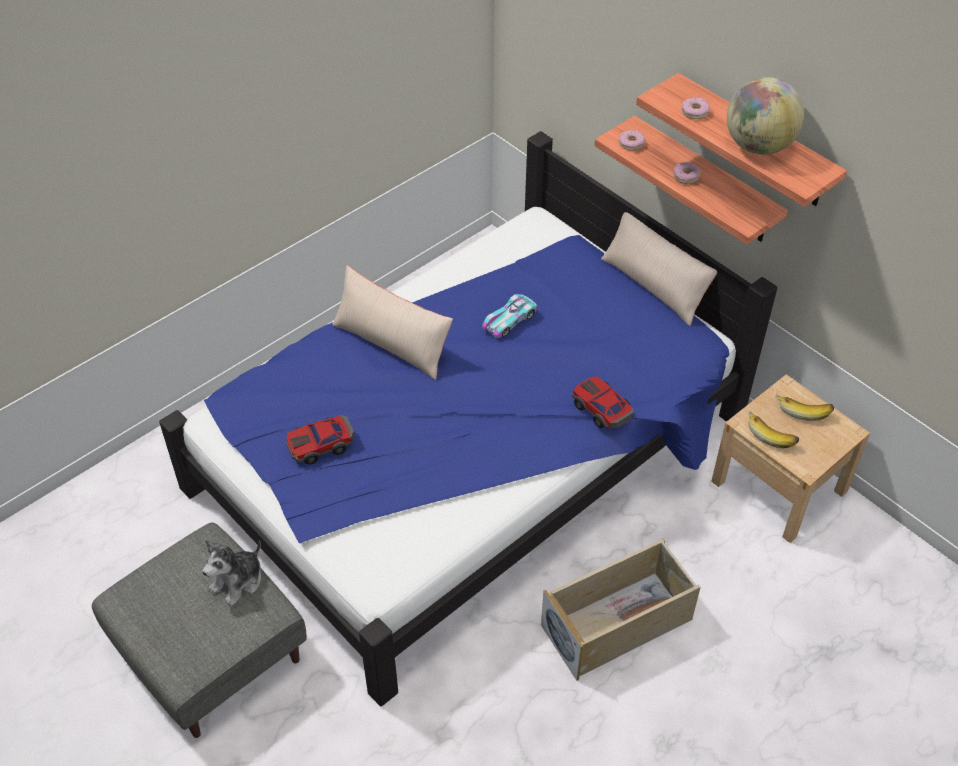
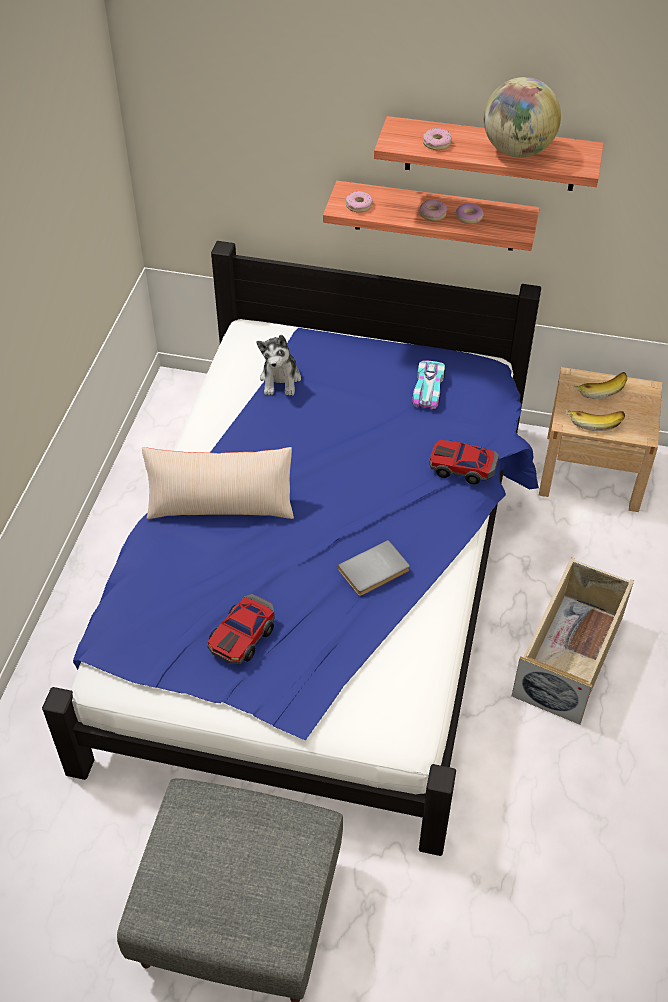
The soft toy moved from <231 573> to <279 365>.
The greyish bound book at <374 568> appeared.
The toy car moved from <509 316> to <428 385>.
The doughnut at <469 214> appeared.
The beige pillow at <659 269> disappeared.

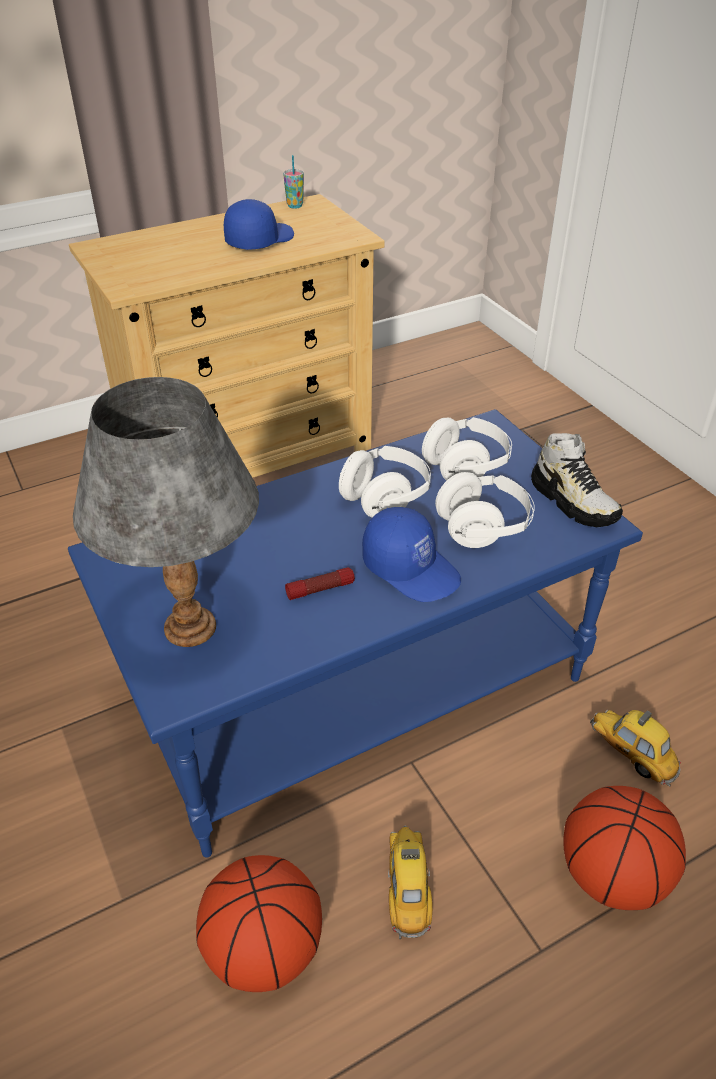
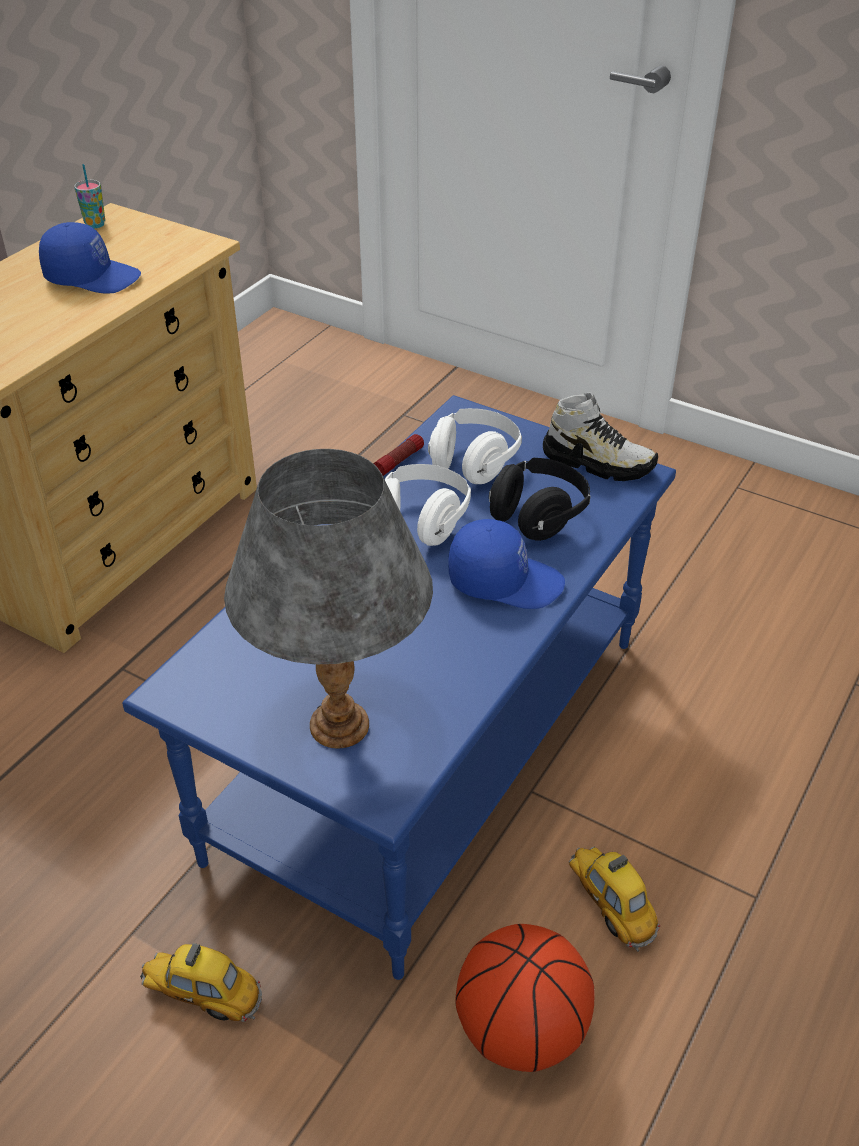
The blue-coloured peaked cap at <259 224> turned 90 degrees clockwise.
The toy car moved from <635 748> to <201 982>.
The hand torch moved from <320 583> to <399 455>.
The whitish headphones at <485 510> became the black-coloured headphones at <539 499>.
The ball for basketball at <624 848> disappeared.

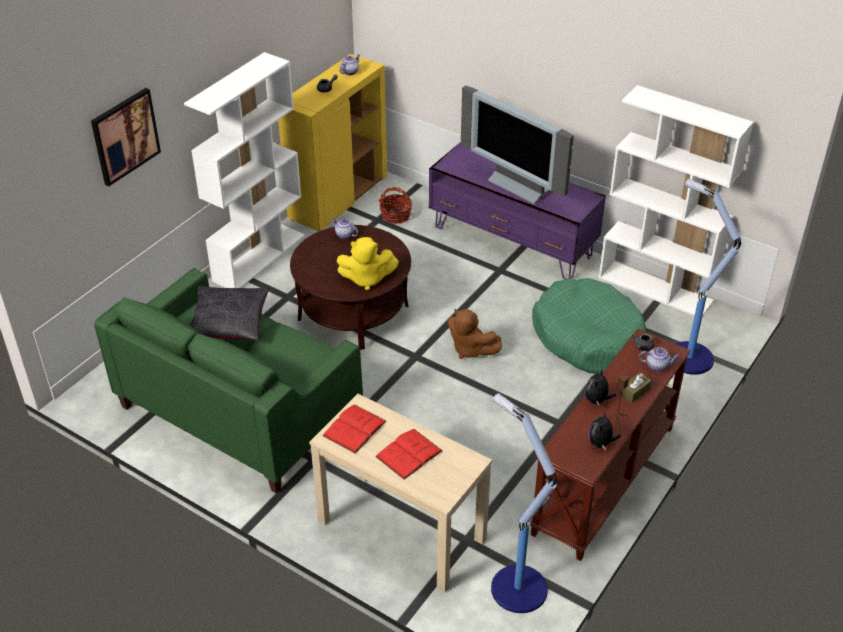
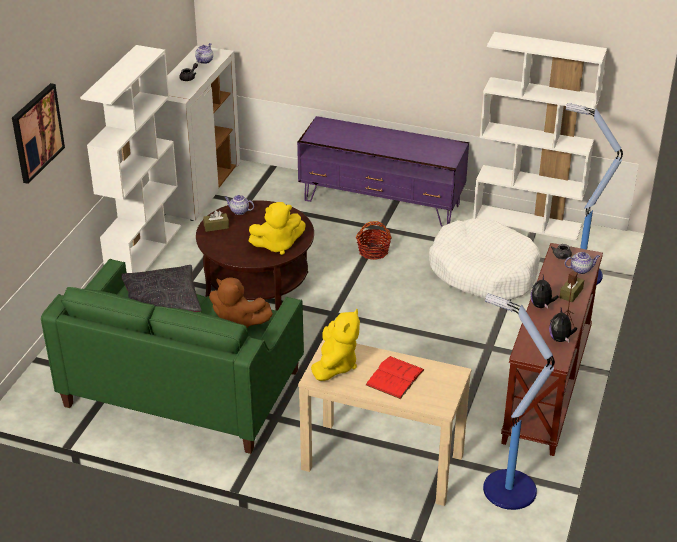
The yellow-coloured cupboard at <332 143> became the whitish cupboard at <197 133>.
The brown-coloured tissue holder at <216 221> appeared.
The brown-coloured soft toy moved from <475 334> to <241 302>.
The reddish bound book at <355 428> was replaced by the yellow-coloured soft toy at <335 345>.
The basket moved from <395 205> to <374 240>.
The green dog cushion at <589 326> became the whitish dog cushion at <485 259>.
The TV set at <517 144> disappeared.

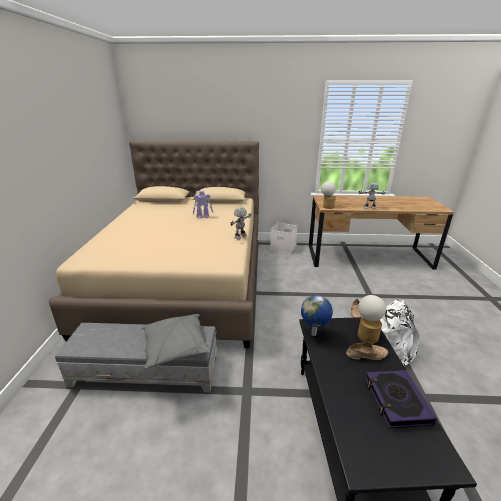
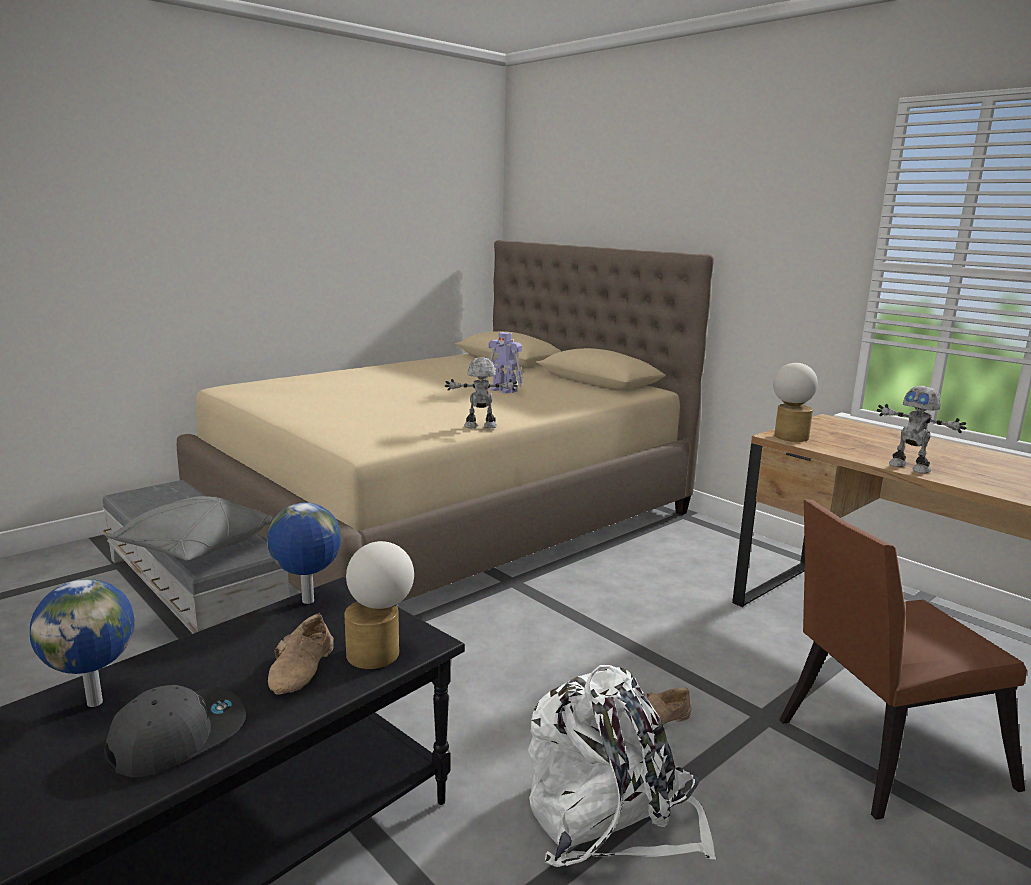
The world globe at <82 643> appeared.
The bound book at <401 399> was replaced by the greyish peaked cap at <175 731>.
The beige low shoe at <367 351> turned 60 degrees clockwise.
The brown-coloured upright chair at <903 659> appeared.
The whitish storage box at <284 238> disappeared.

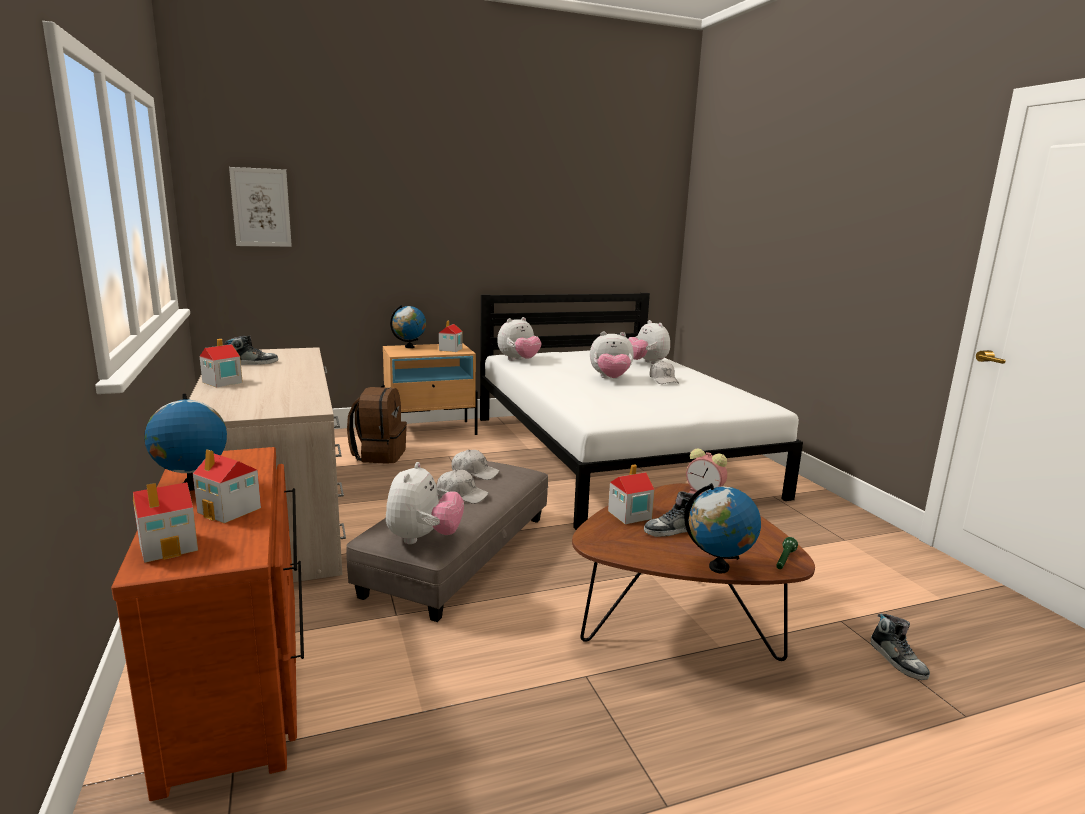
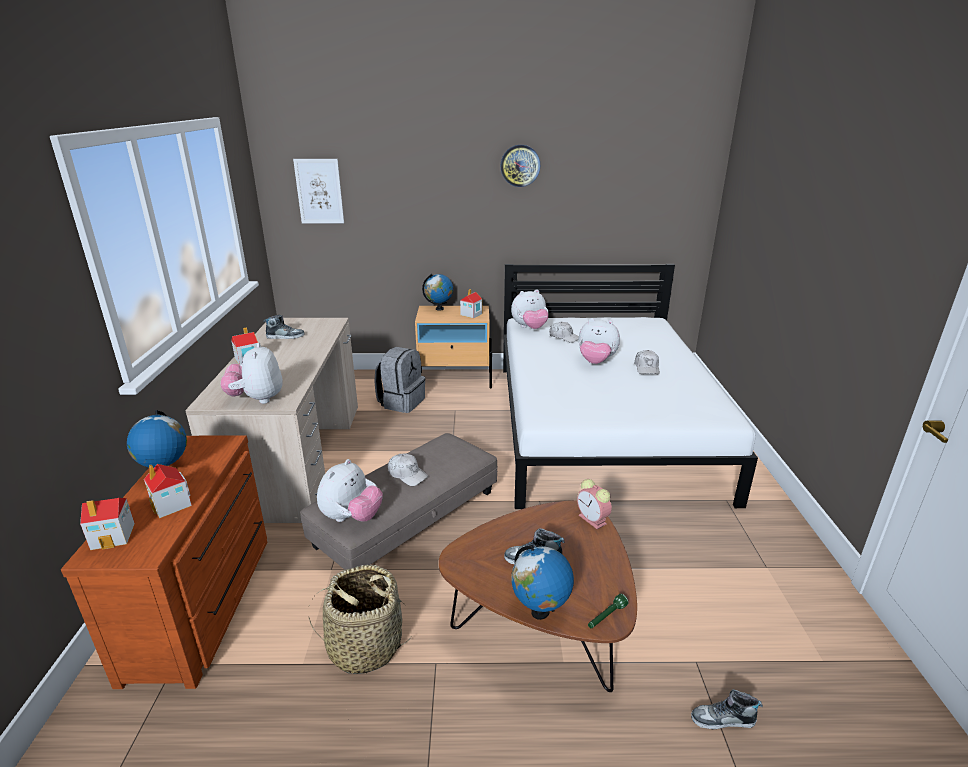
The soft toy moved from <649 342> to <251 373>.
The basket at <360 619> appeared.
The brown-coloured backpack at <377 425> became the greyish backpack at <399 380>.
The wall clock at <520 166> appeared.
The whitish peaked cap moved from <475 465> to <564 332>.
The low shoe at <900 646> turned 90 degrees clockwise.
The model house at <631 494> disappeared.

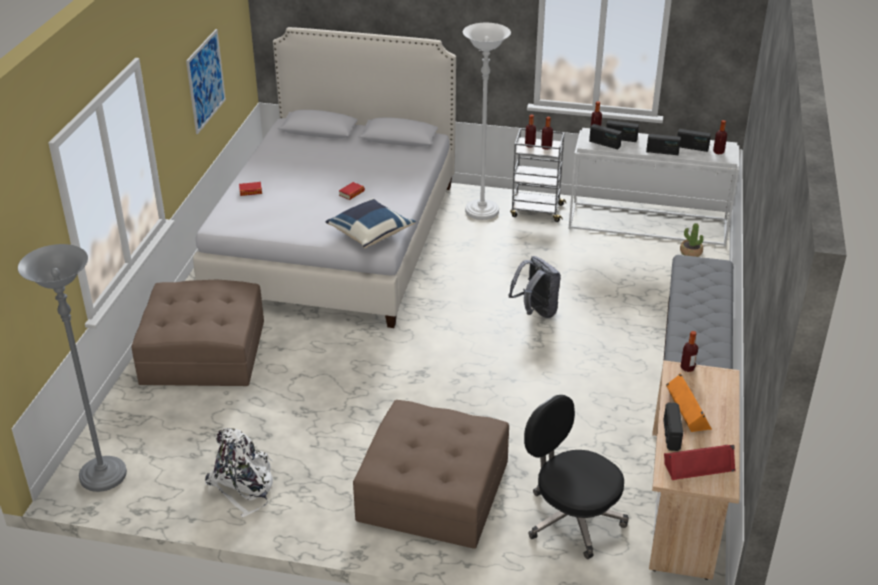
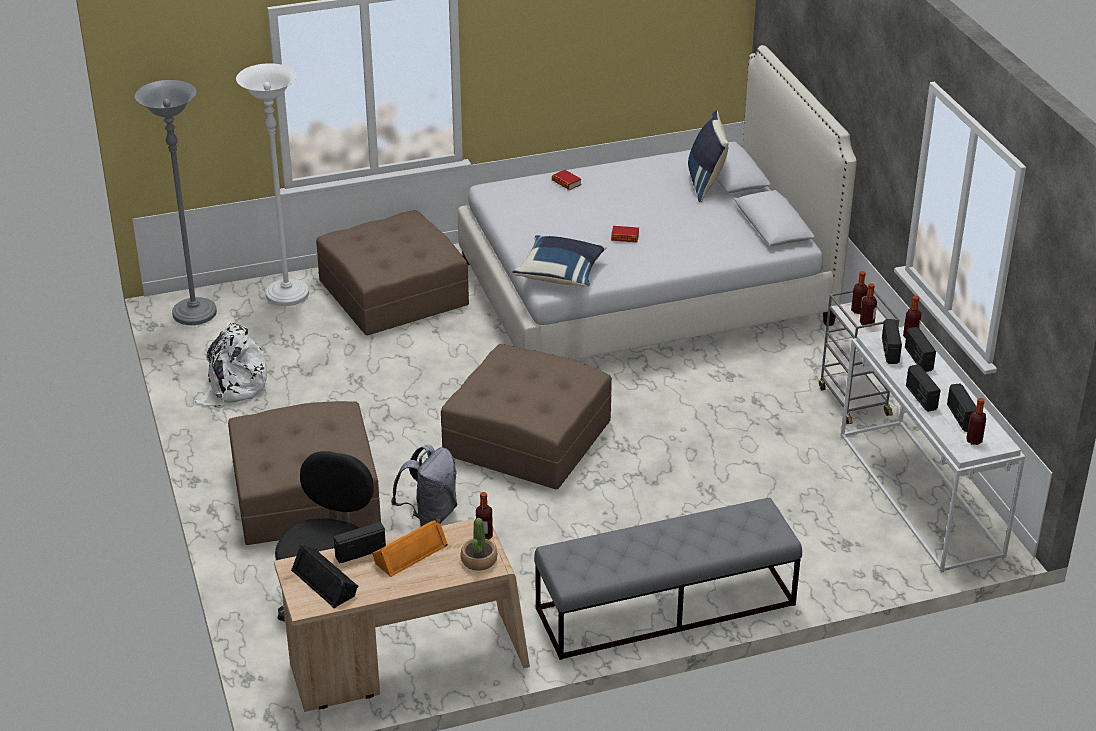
The whitish standing lamp moved from <487 121> to <272 184>.
The reddish loudspeaker at <699 462> became the black-coloured loudspeaker at <324 576>.
The greyish backpack moved from <534 287> to <424 485>.
The brown-coloured footrest at <526 416> appeared.
The houseplant moved from <691 240> to <478 544>.
The blue-coloured pillow at <708 156> appeared.
The wall picture at <206 81> disappeared.

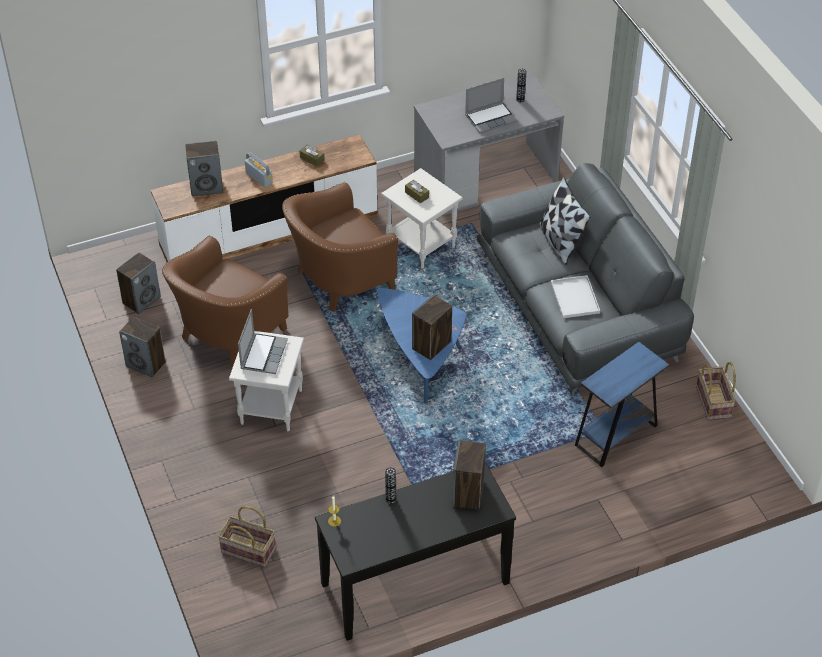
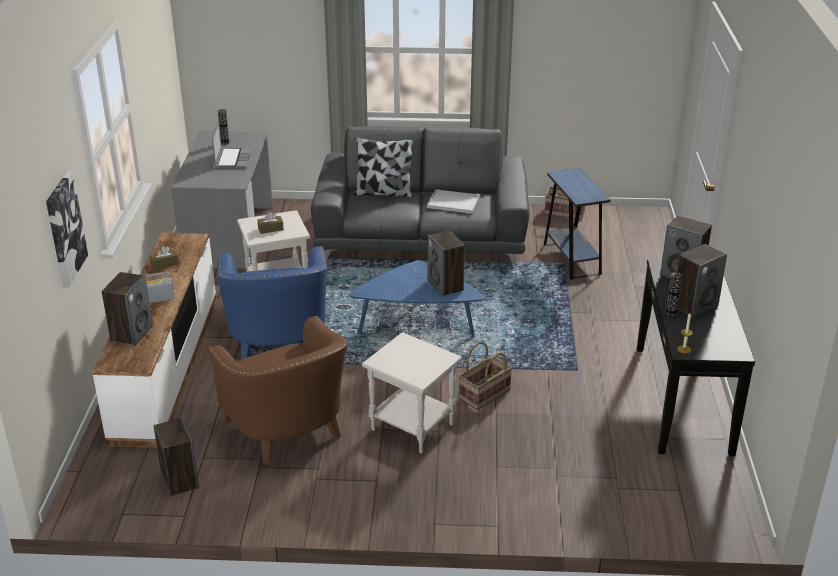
The wall picture at <67 230> appeared.
The brown-coloured easy chair at <340 247> became the blue-coloured easy chair at <271 302>.
The basket moved from <247 537> to <485 376>.
The loudspeaker moved from <142 347> to <702 281>.
The notebook computer at <263 341> disappeared.

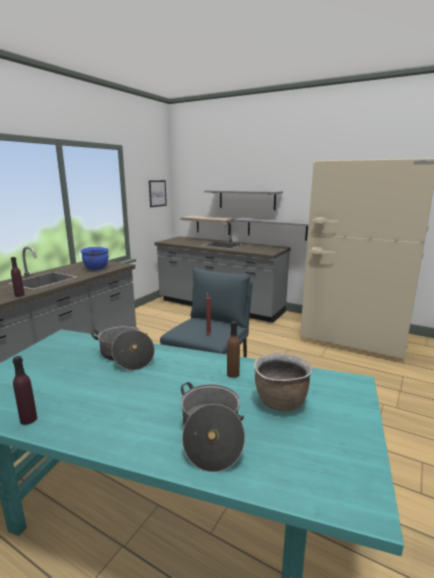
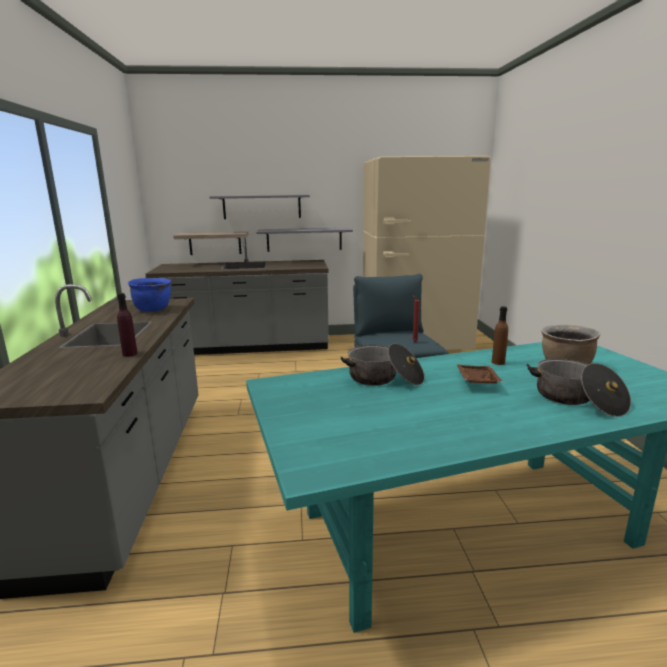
The brown-coloured carrying tray at <480 374> appeared.
The purple-coloured bottle at <25 390> disappeared.
The wall picture at <158 193> disappeared.

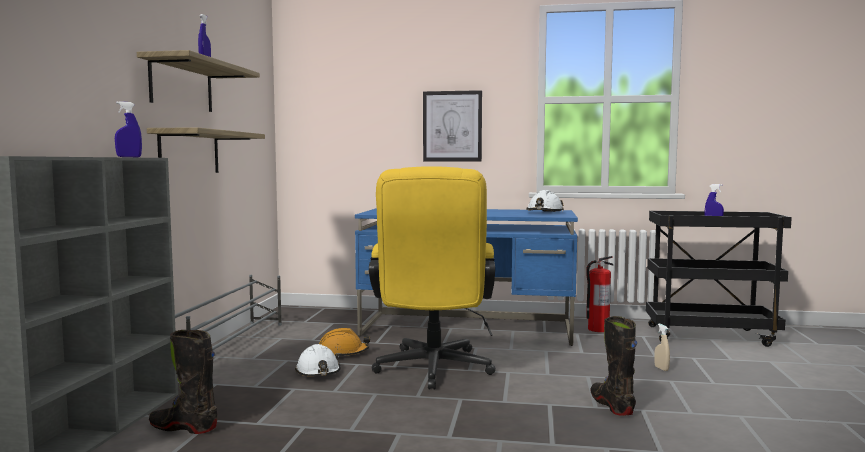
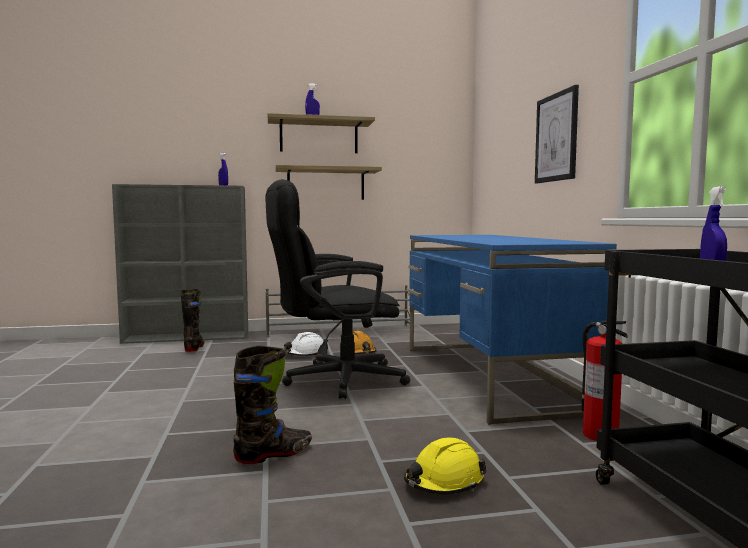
The yellow-coloured desk chair at <432 278> became the black-coloured desk chair at <338 289>.
The beige spray bottle at <662 347> was replaced by the yellow-coloured safety helmet at <445 466>.
The whitish safety helmet at <545 201> disappeared.

